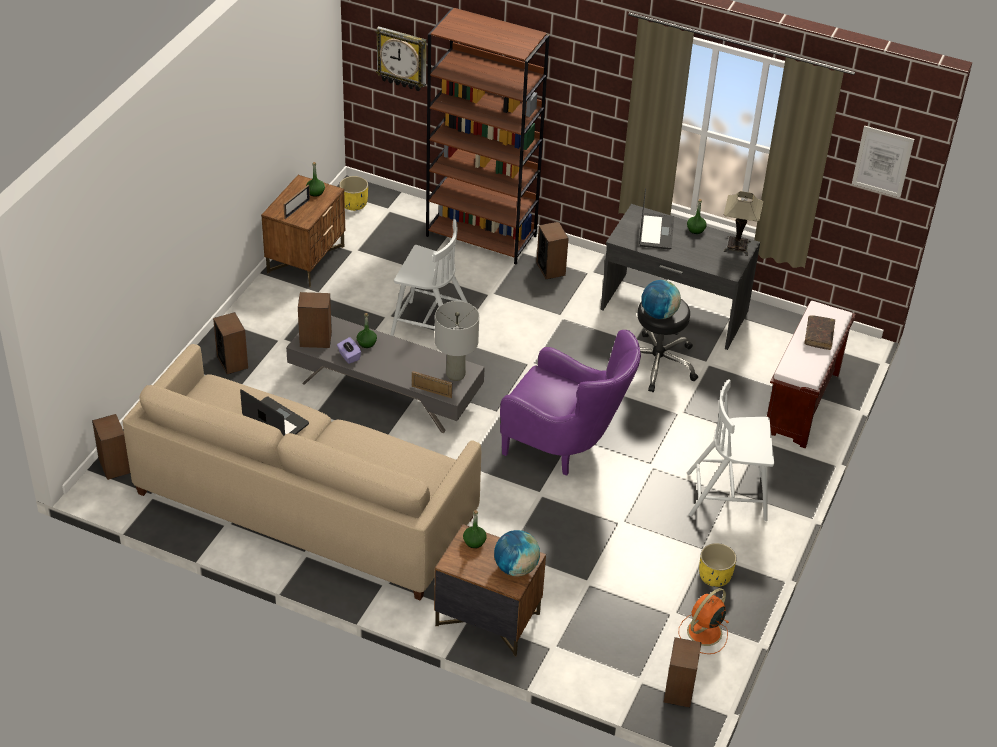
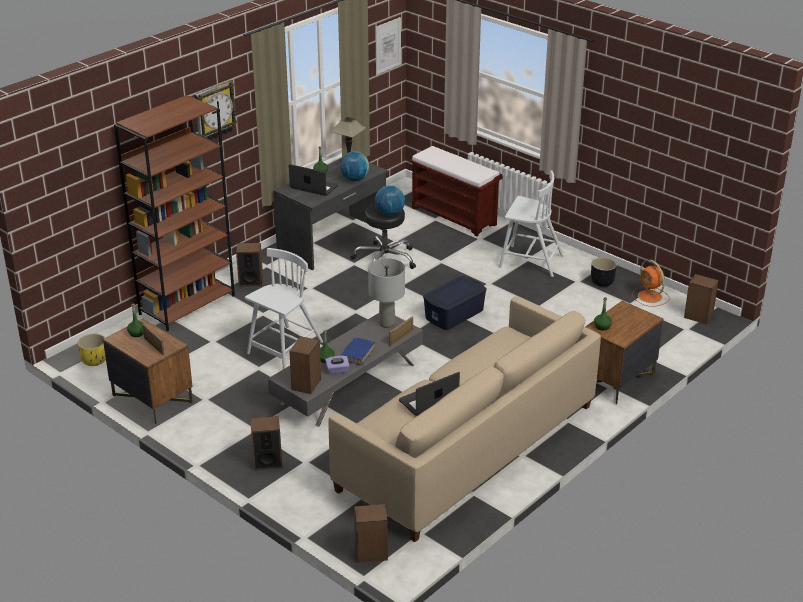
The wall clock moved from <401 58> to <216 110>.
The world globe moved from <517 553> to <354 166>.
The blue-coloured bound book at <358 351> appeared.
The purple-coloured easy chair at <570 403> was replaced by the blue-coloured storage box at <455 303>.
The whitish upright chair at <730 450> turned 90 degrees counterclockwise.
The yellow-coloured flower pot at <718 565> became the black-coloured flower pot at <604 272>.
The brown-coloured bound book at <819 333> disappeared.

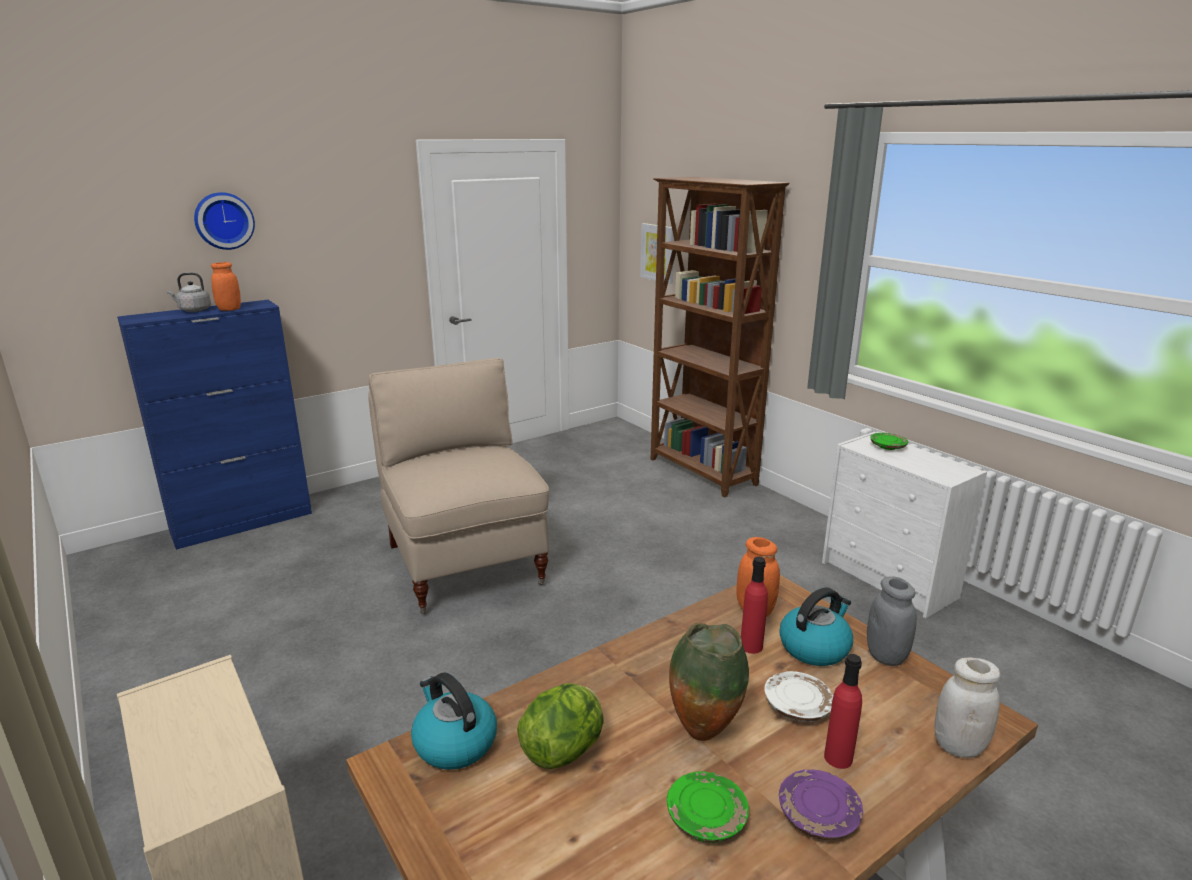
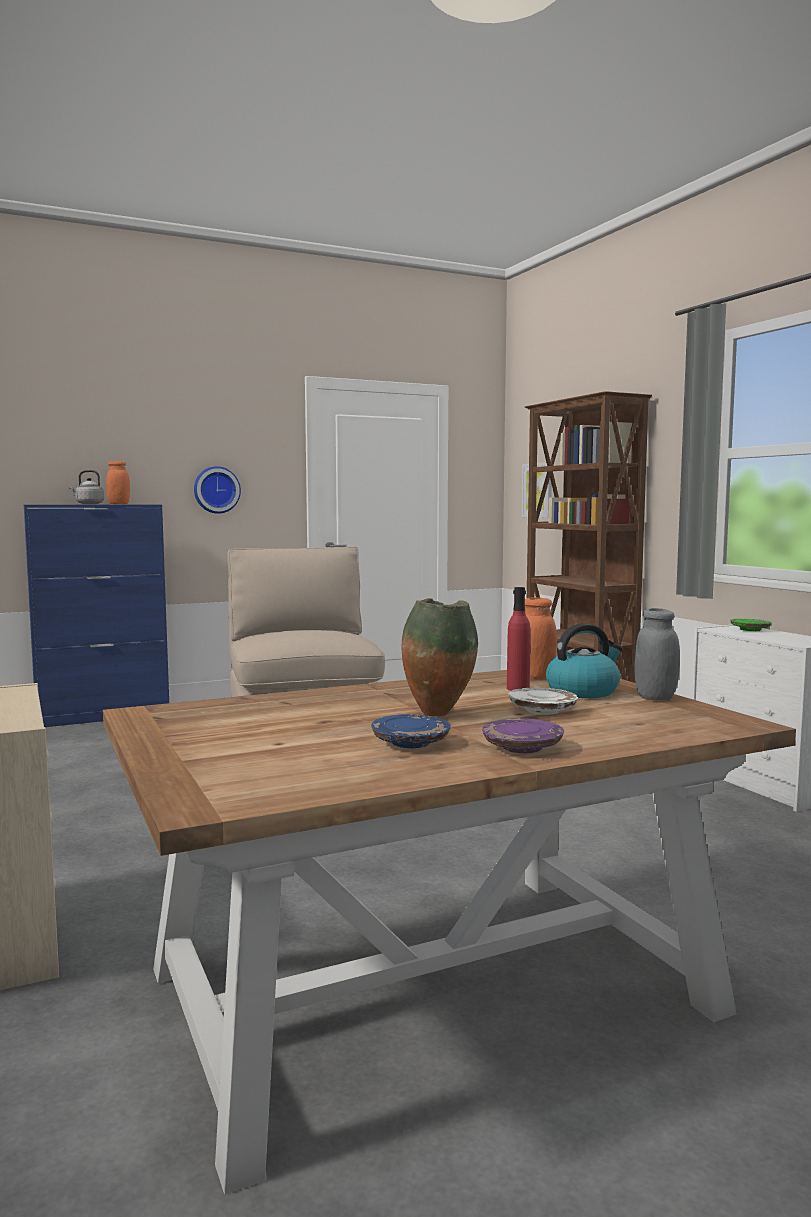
The wall clock moved from <224 221> to <217 490>.
The green flat dish at <708 807> became the blue-coloured flat dish at <411 731>.
The tea kettle at <454 721> disappeared.
The lettuce at <560 726> disappeared.
The reddish bottle at <843 711> disappeared.
The whitish jar at <967 707> disappeared.

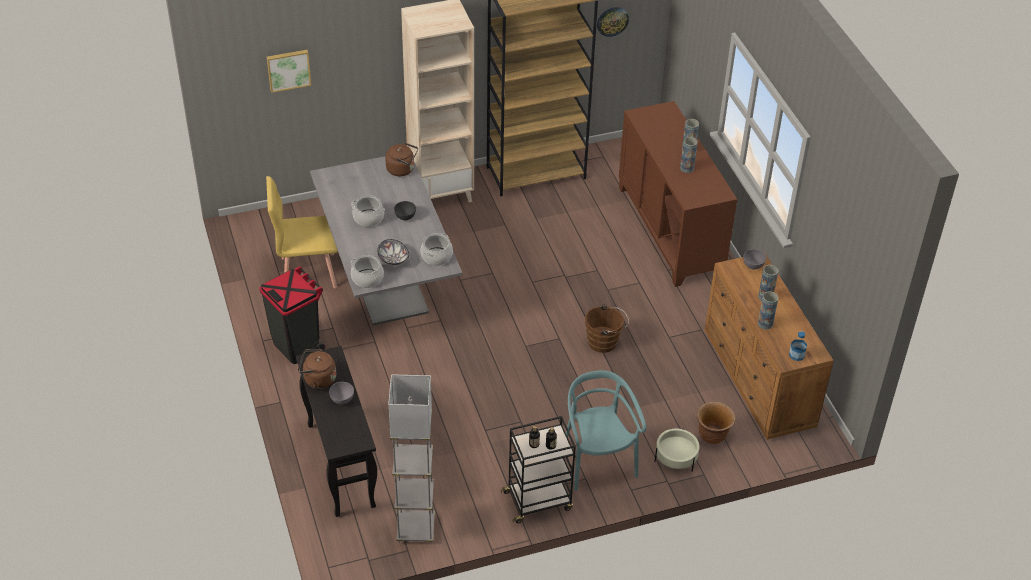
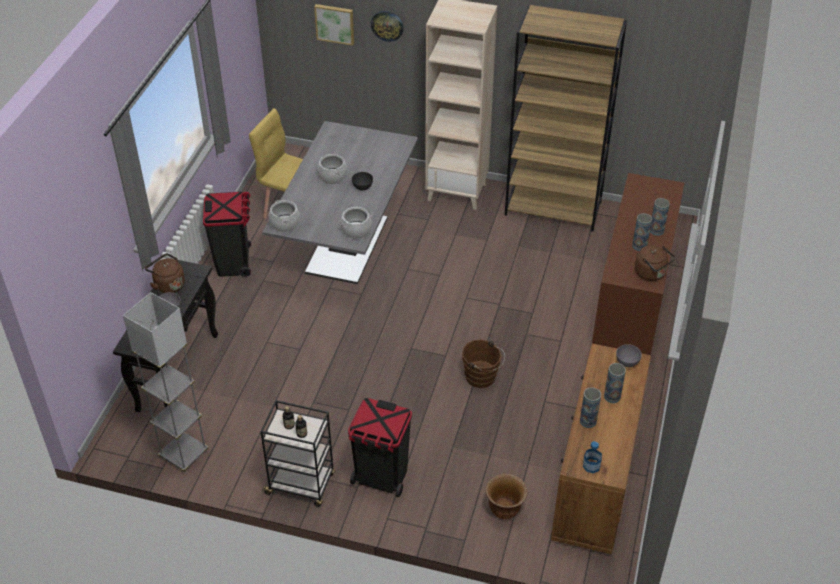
The blue-green upright chair at <606 430> was replaced by the black-coloured trash can at <380 447>.
The wall clock moved from <613 22> to <387 26>.
The brown-coloured tea kettle moved from <401 159> to <655 263>.
The bowl at <393 252> disappeared.
The beige flower pot at <676 450> disappeared.

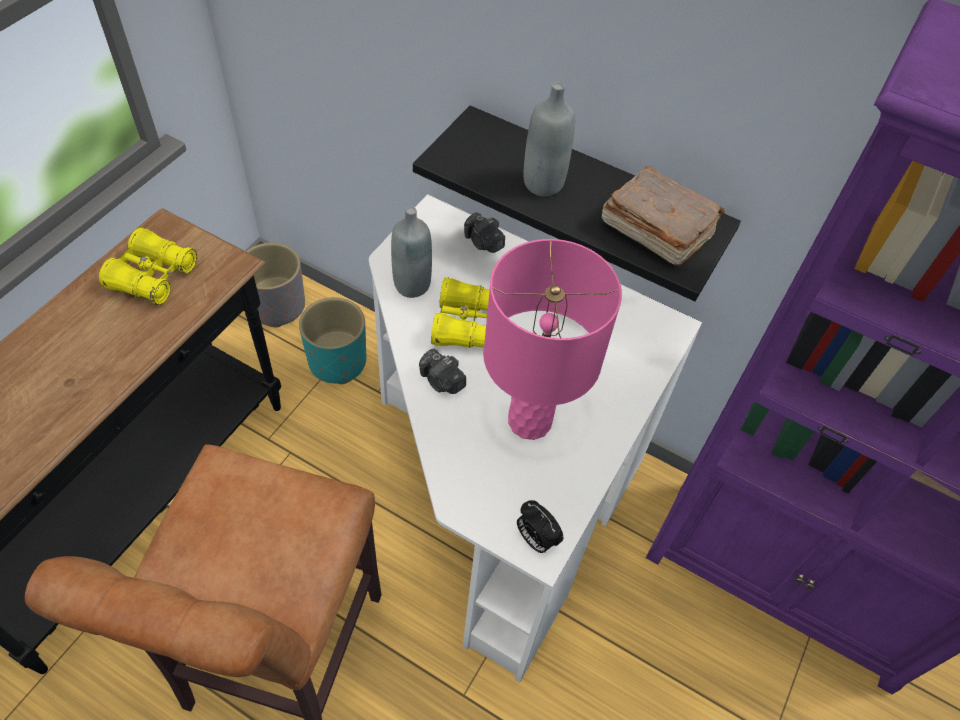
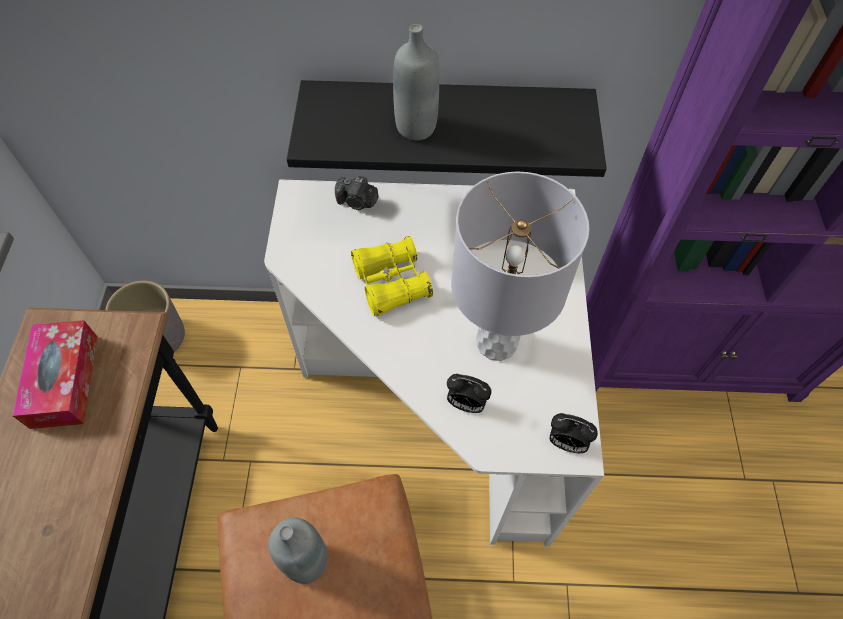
The yellow-coloured pair of binoculars at <148 266> was replaced by the tissue holder at <54 374>.
The greyish bottle moved from <411 252> to <298 550>.
The table clock at <469 393> appeared.
The pinkish table lamp at <552 339> became the greyish table lamp at <520 266>.
The blue-green flower pot at <332 340> disappeared.
The still camera at <442 371> disappeared.
The brown-coloured bound book at <663 216> disappeared.

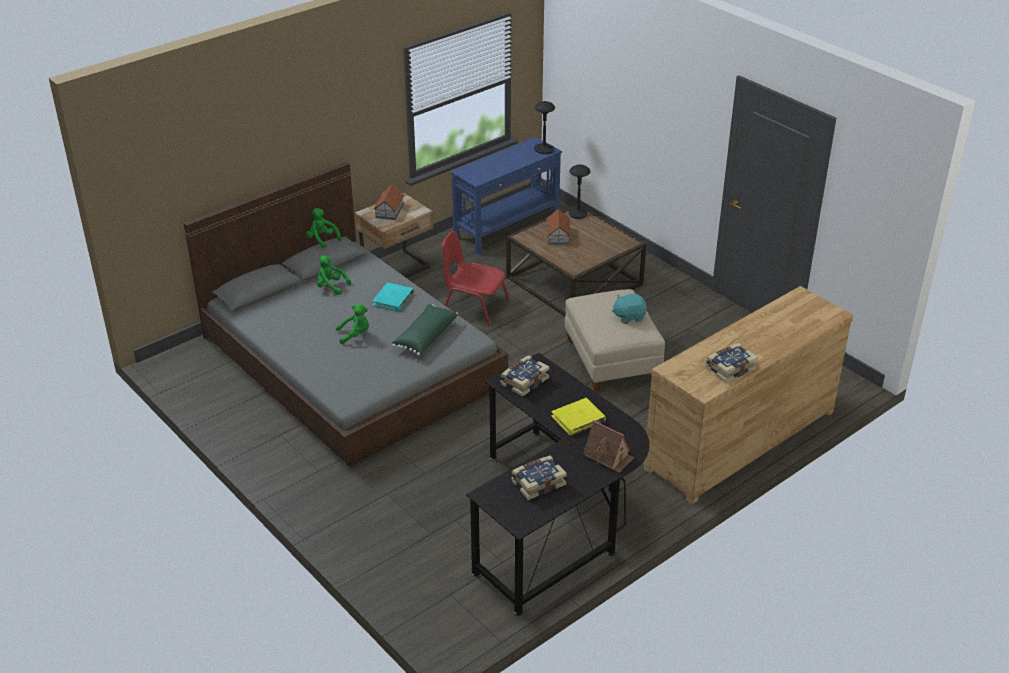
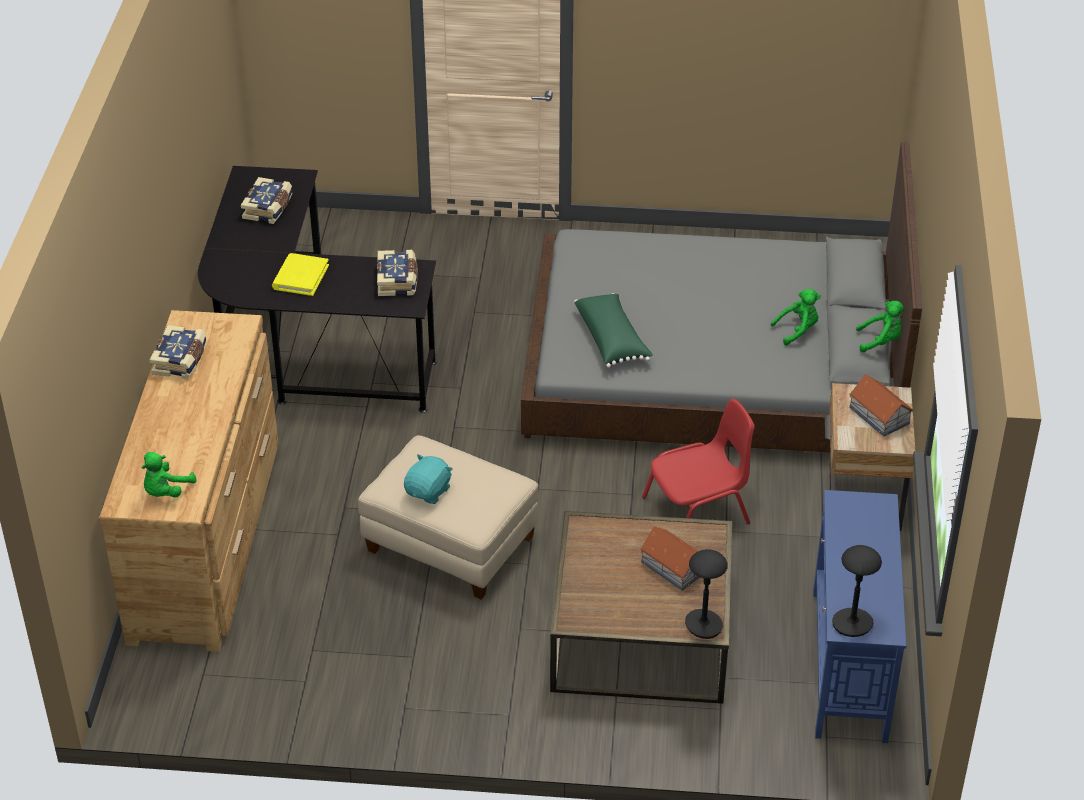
The green soft toy moved from <352 324> to <169 474>.
The blue-green bound book at <393 296> disappeared.
The model house at <608 446> disappeared.

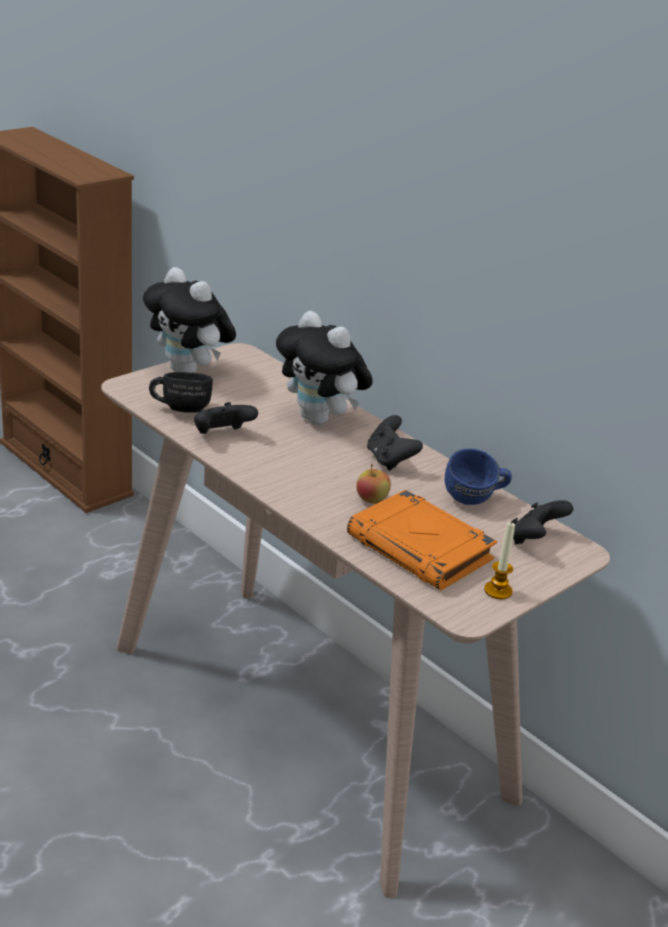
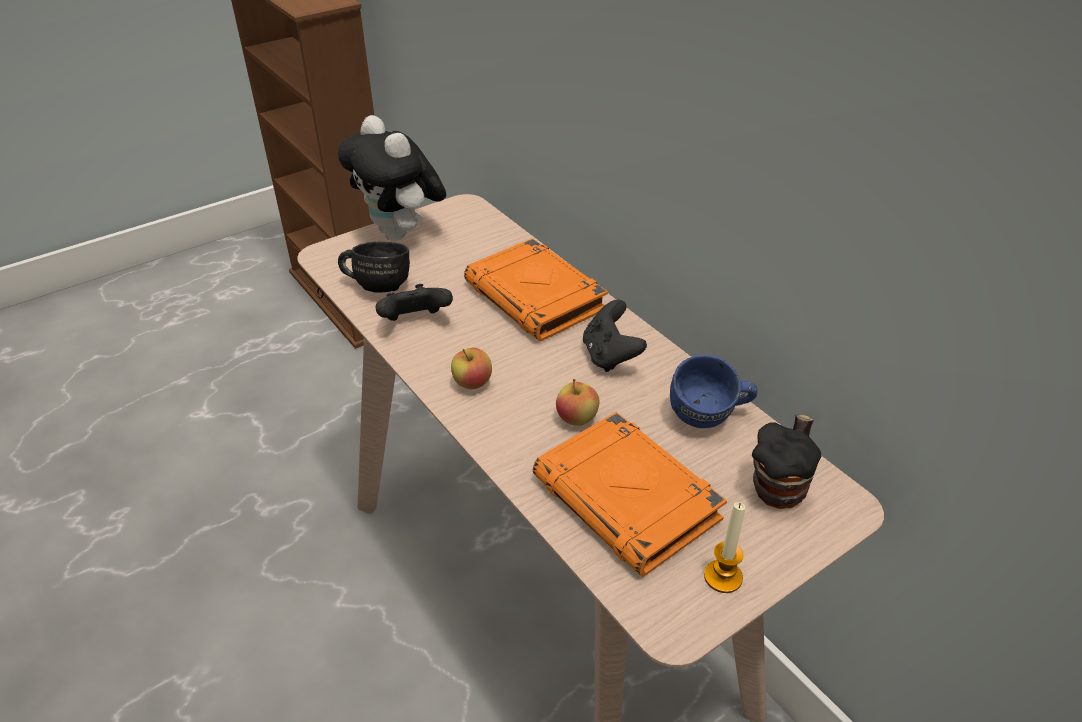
The apple at <471 368> appeared.
The soft toy at <324 368> was replaced by the orange-coloured bound book at <536 290>.
The black-coloured game controller at <542 522> was replaced by the mug at <786 461>.

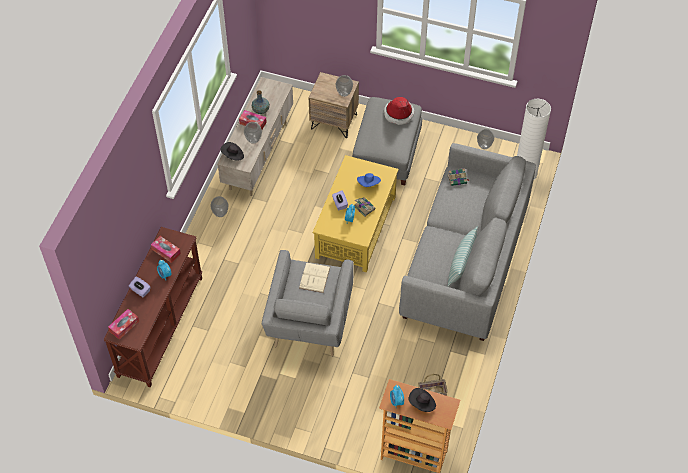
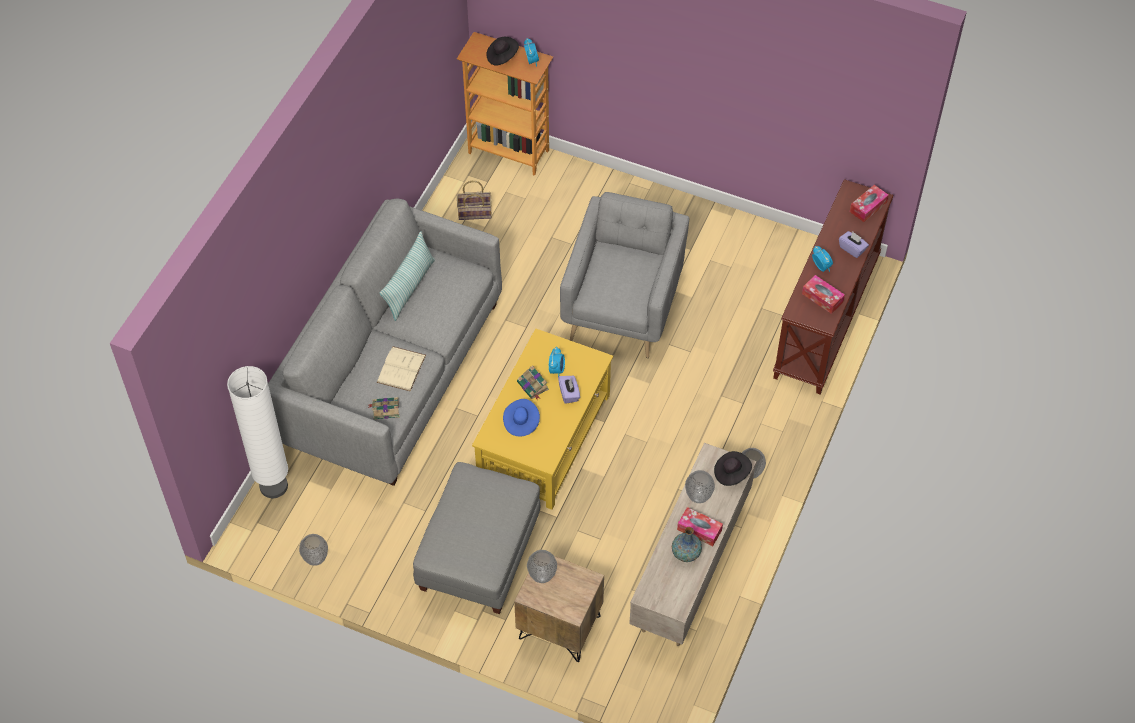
The beige bound book moved from <314 277> to <401 369>.
The clothing hat at <399 111> disappeared.

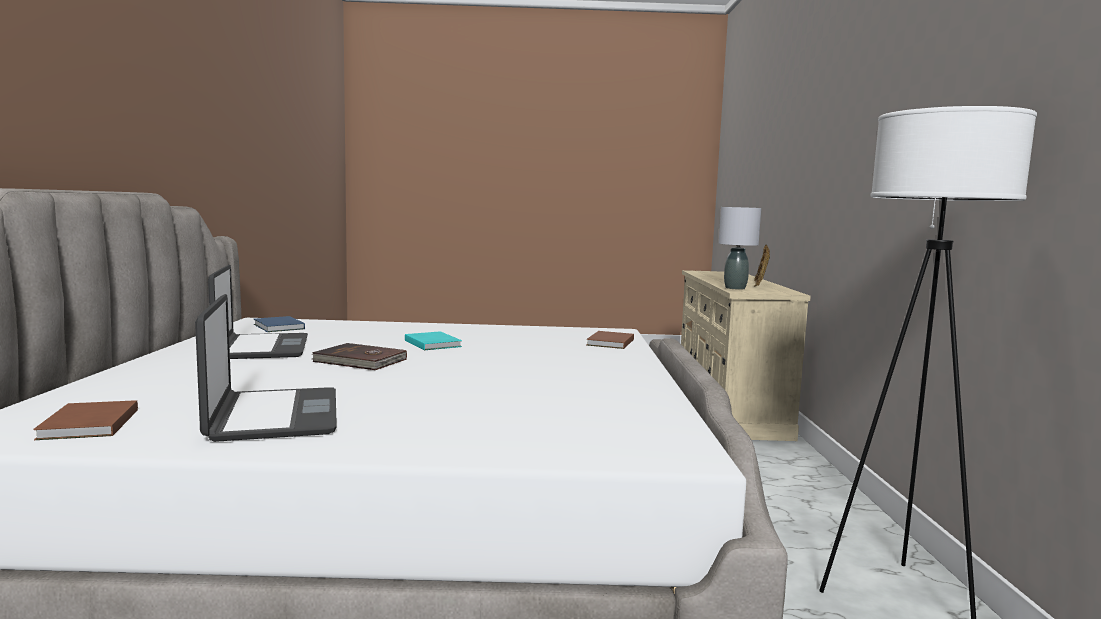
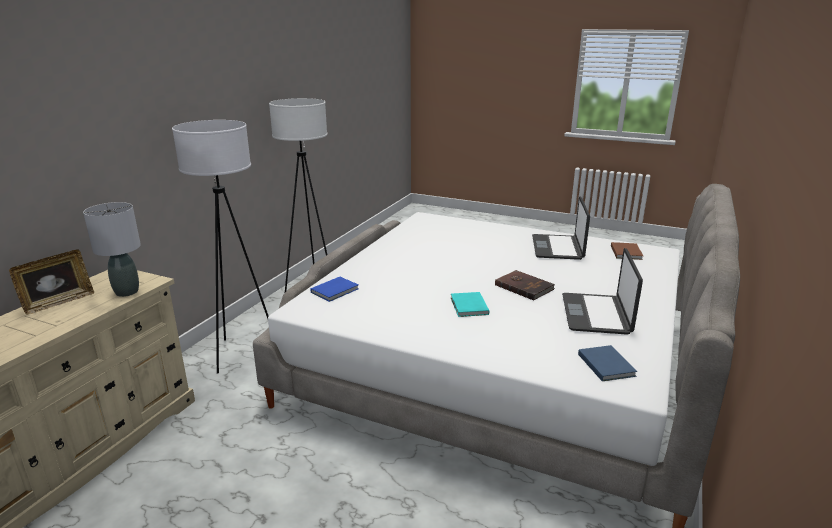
The whitish standing lamp at <220 247> appeared.
The brown-coloured bound book at <610 340> became the blue-coloured bound book at <335 289>.

